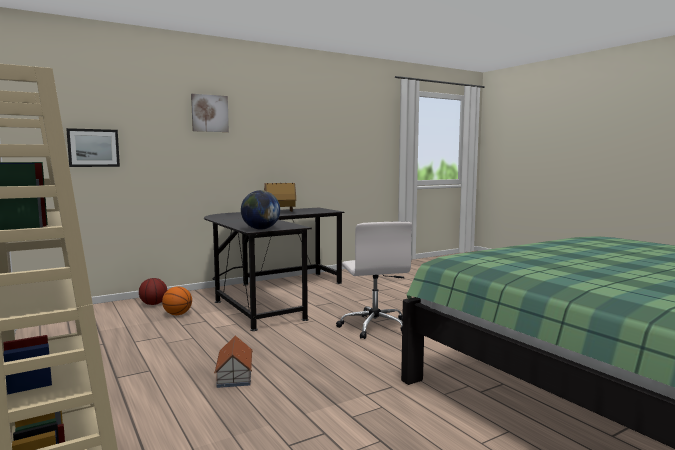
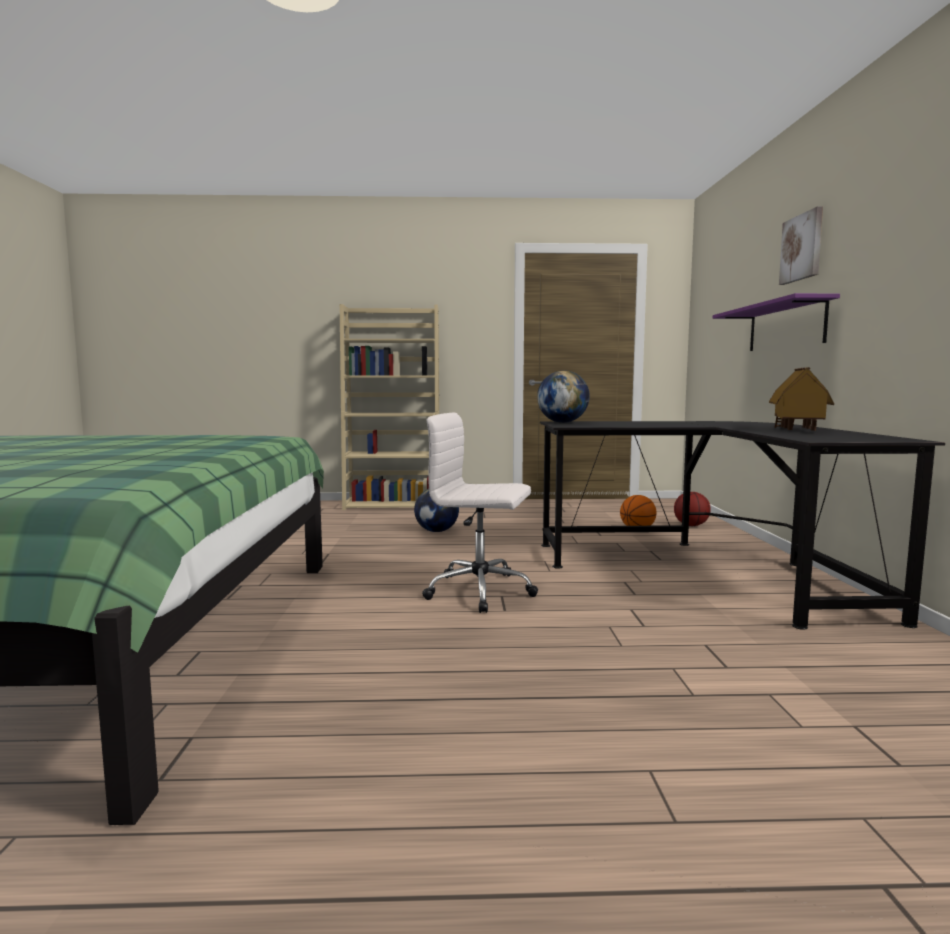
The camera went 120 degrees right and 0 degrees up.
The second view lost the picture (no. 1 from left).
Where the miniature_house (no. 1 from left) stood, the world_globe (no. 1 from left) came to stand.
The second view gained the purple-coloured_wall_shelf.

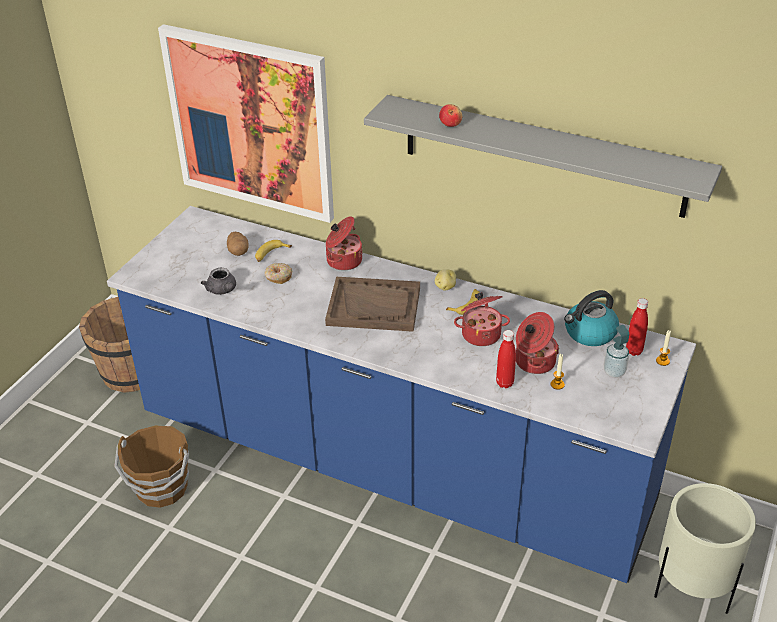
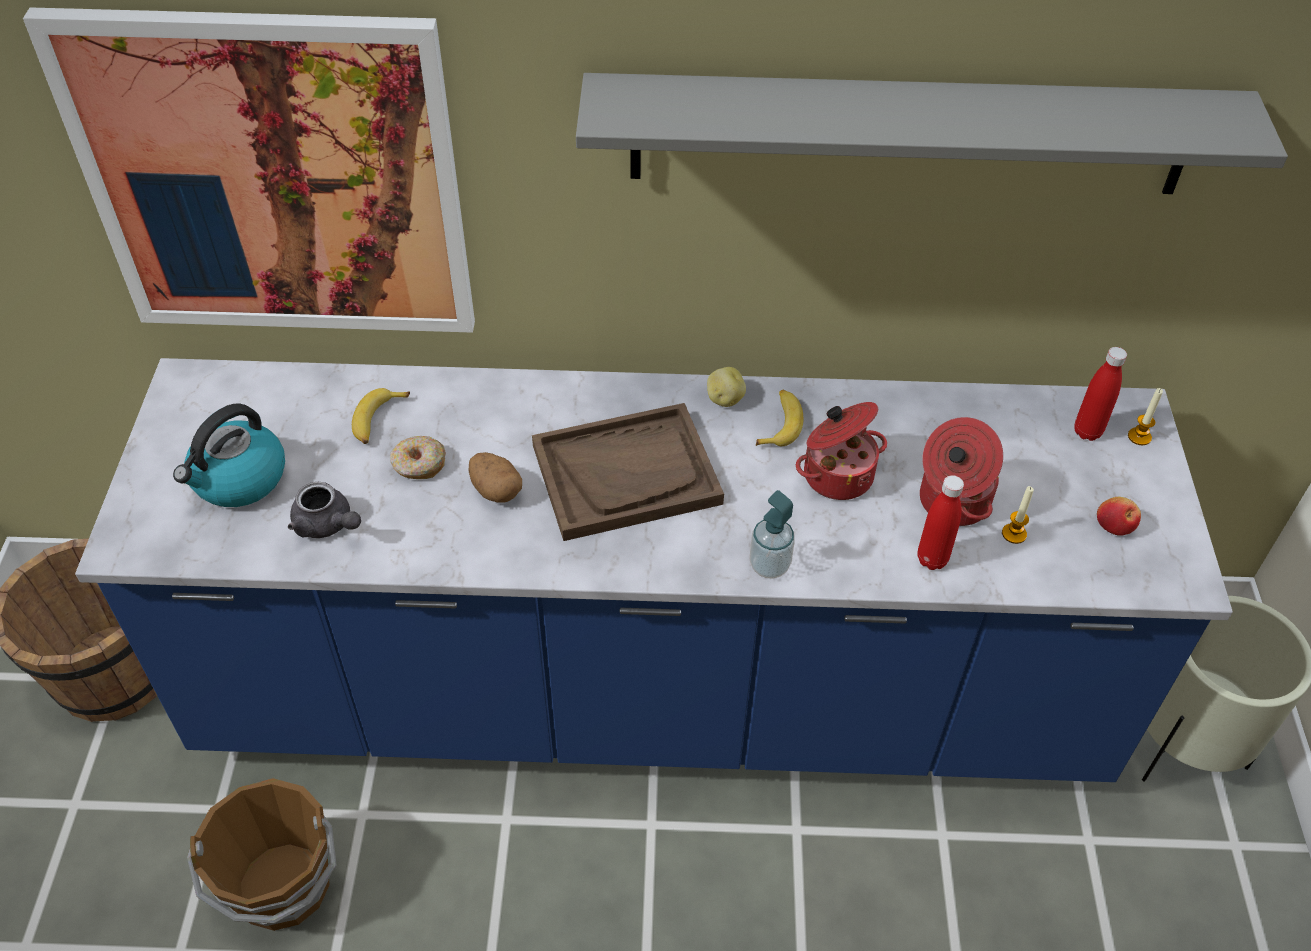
The camera went 25 degrees left and 10 degrees up.
The apple_fruit ended up elsewhere.
The second view lost the stockpot (no. 1 from left).
The potato (no. 1 from left) ended up elsewhere.
The kettle ended up elsewhere.
The liquid_soap_bottle ended up elsewhere.

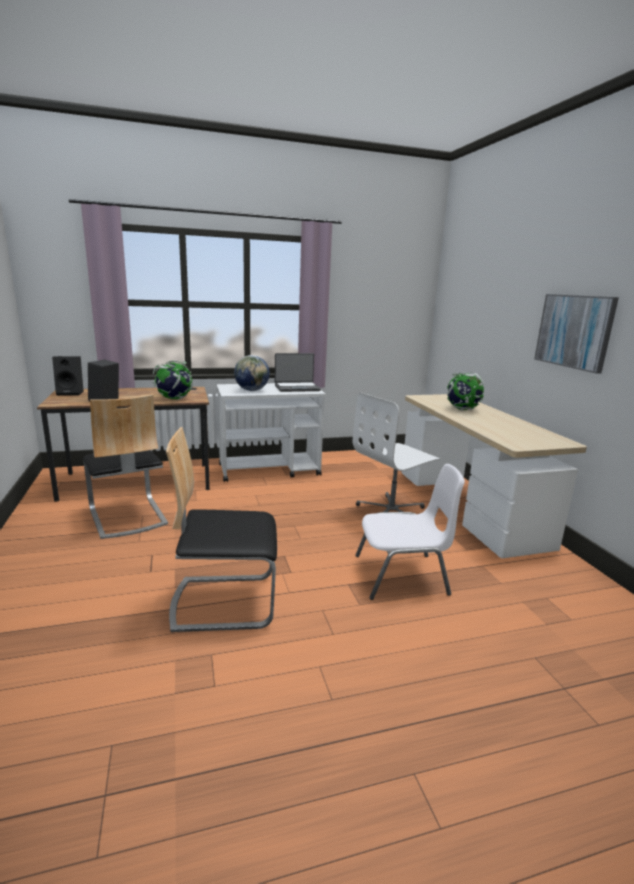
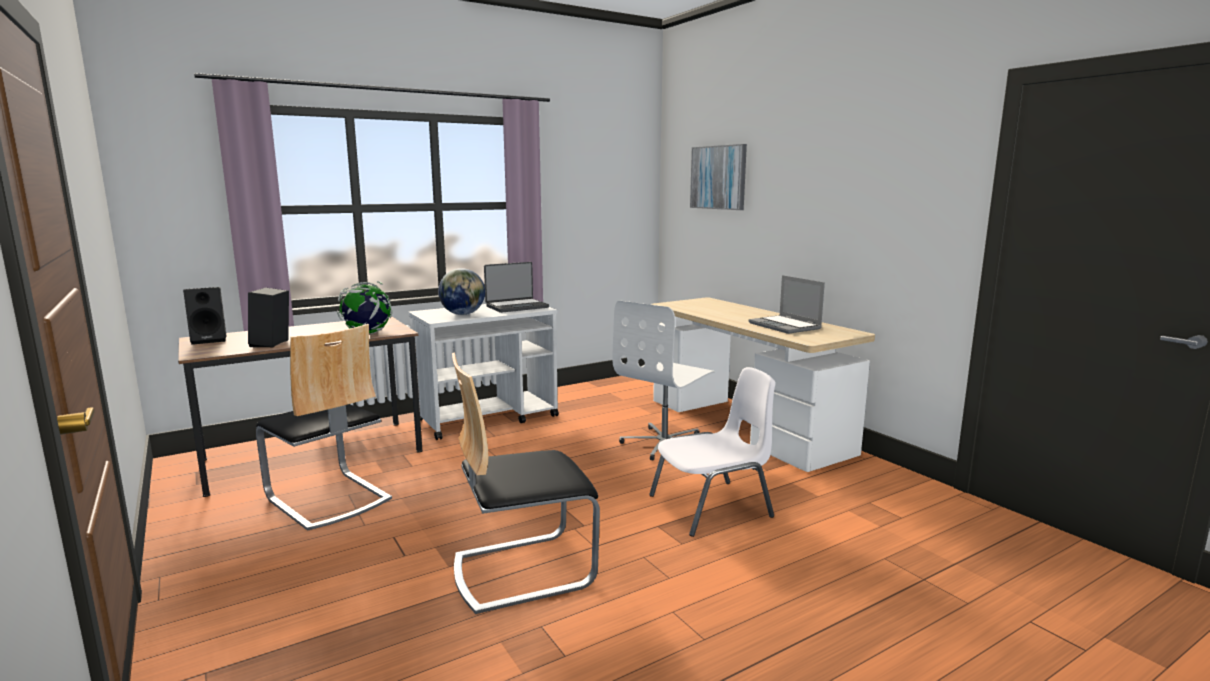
The camera went 15 degrees left and 5 degrees down.
The picture ended up elsewhere.
The second view lost the world_globe (no. 3 from left).
The second view gained the notebook_computer (no. 2 from left).

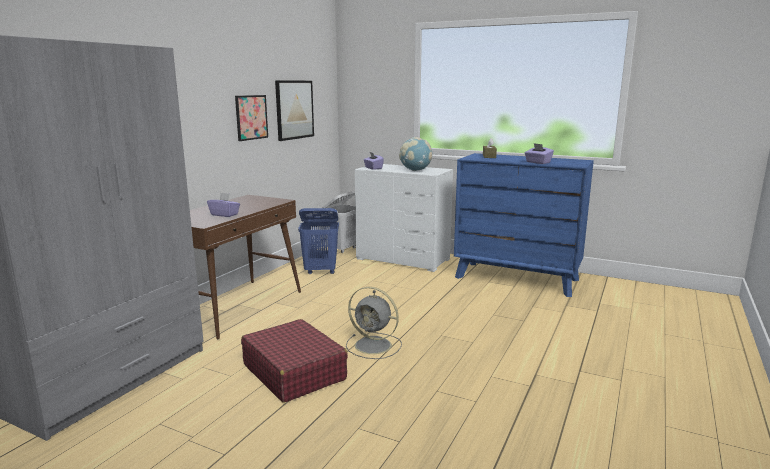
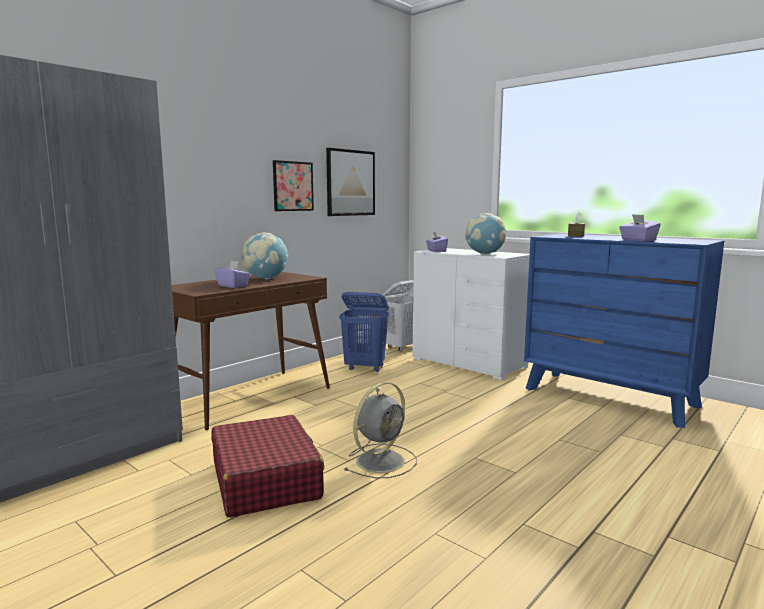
The camera went 15 degrees right and 5 degrees down.
The greyish_fan ended up facing another way, 90 degrees counterclockwise from before.
The second view gained the world_globe (no. 1 from left).

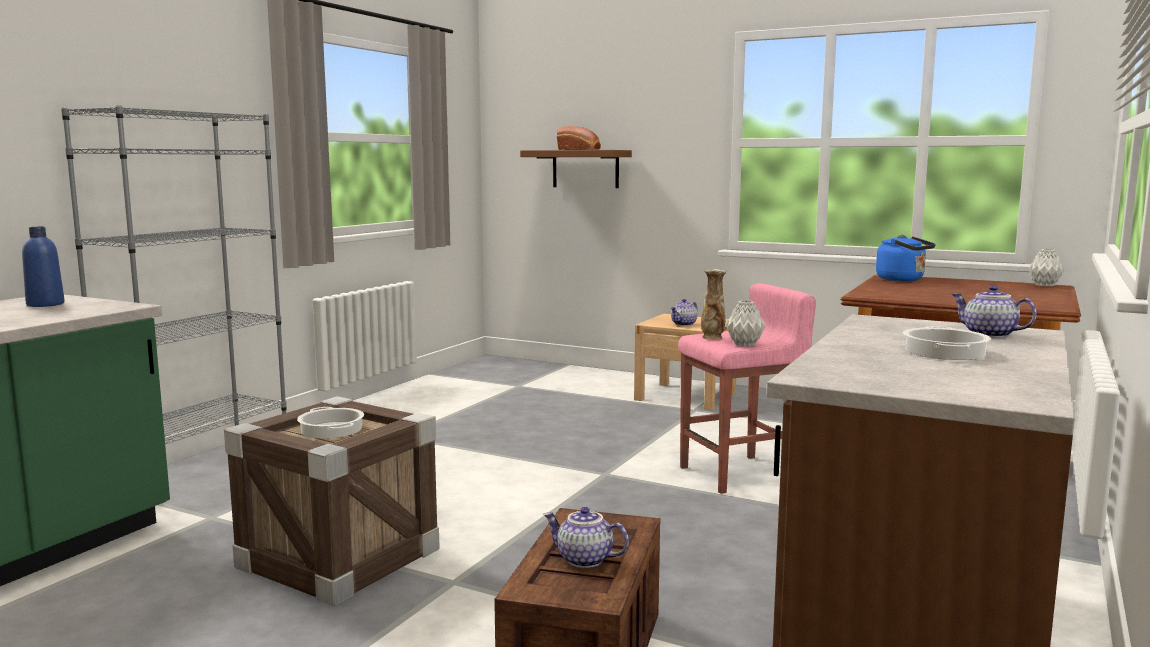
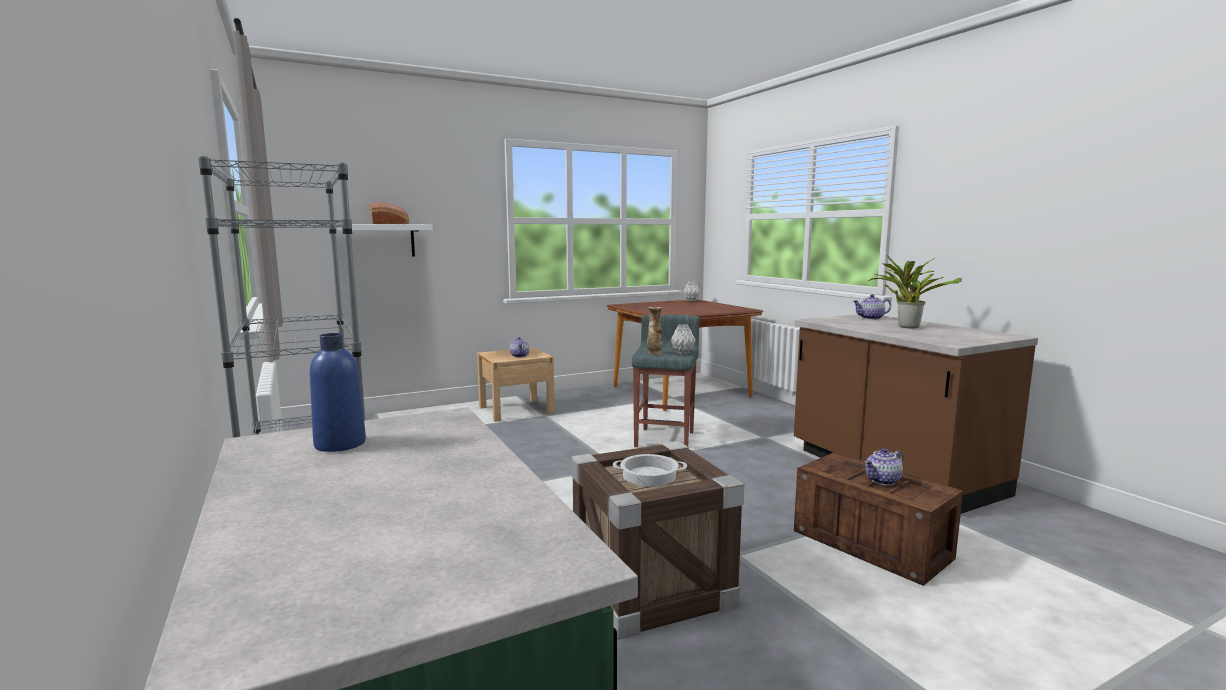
The camera went 55 degrees left and 0 degrees up.
What was the brown-coloured_wall_shelf turned into the white-coloured_wall_shelf.
The second view lost the blue_kettle.
What was the pink_stool_seat turned into the greyish_stool_seat.
Where the stockpot (no. 2 from left) stood, the potted_plant came to stand.

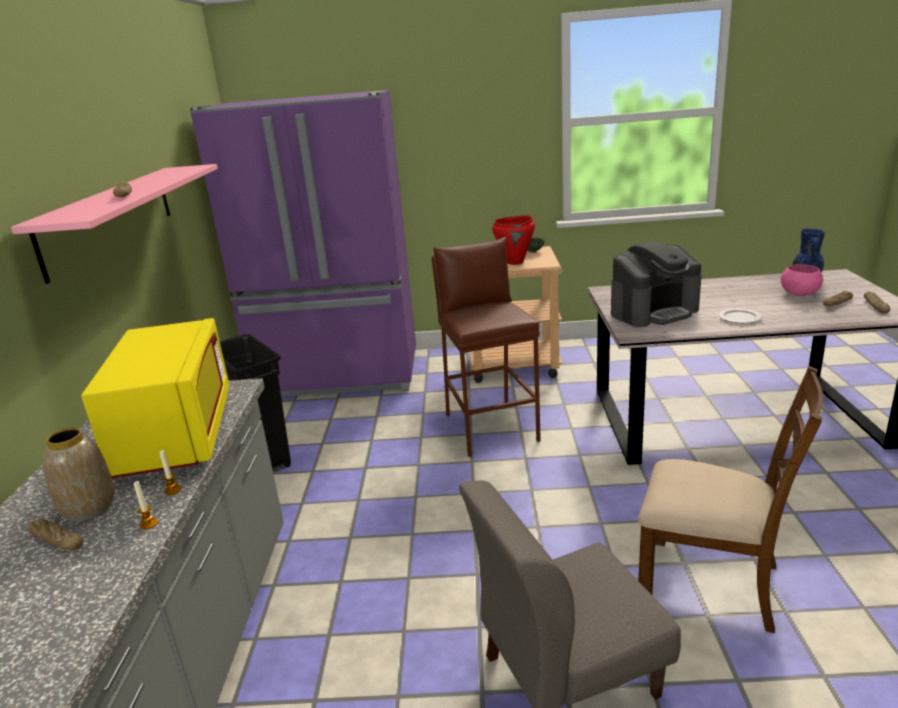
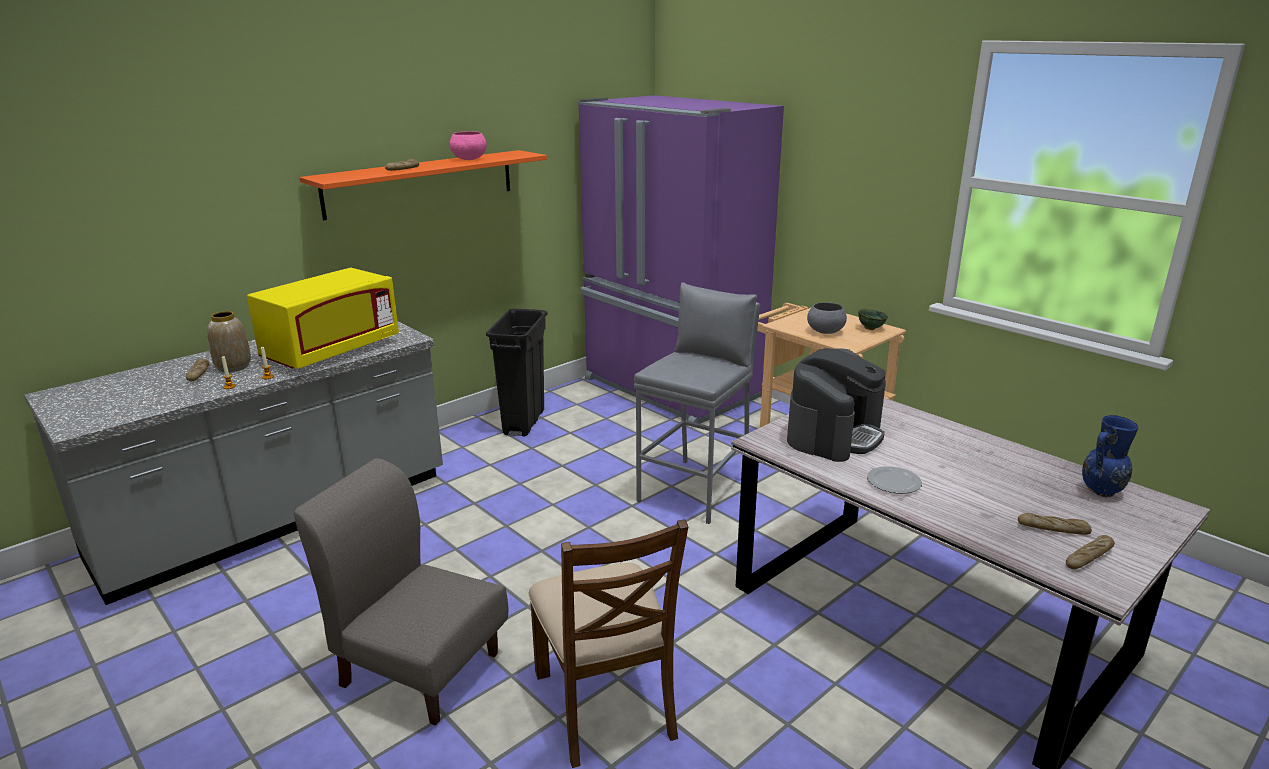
The camera went 45 degrees right and 0 degrees up.
What was the pink_wall_shelf turned into the orangey_wall_shelf.
Where the reddish_stockpot stood, the greyish_bowl came to stand.
What was the brown-coloured_stool_seat turned into the greyish_stool_seat.
The coffee_maker ended up facing another way, 75 degrees counterclockwise from before.
The pink_bowl ended up elsewhere.

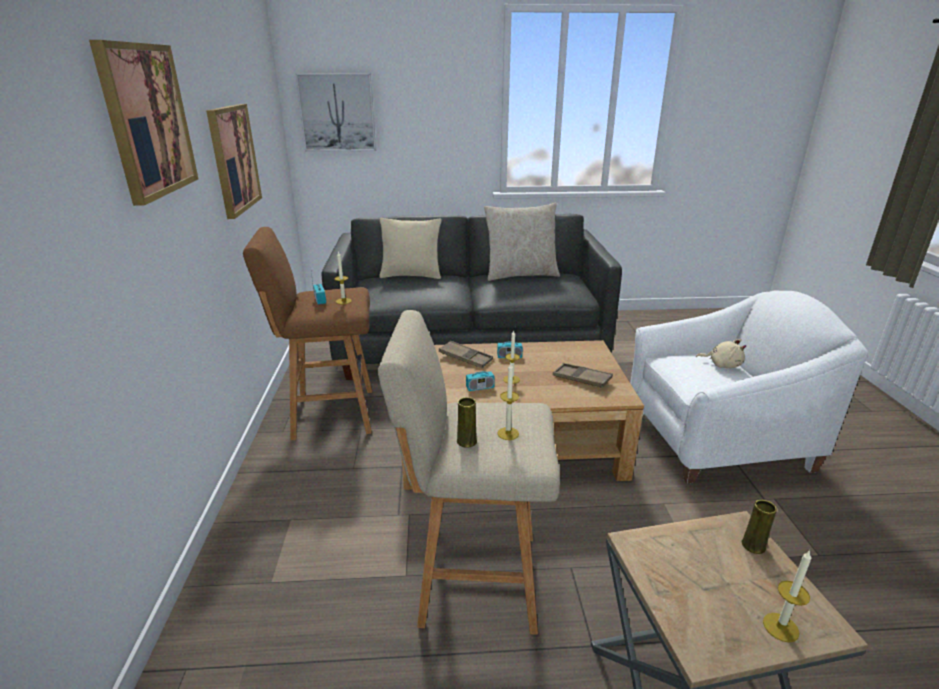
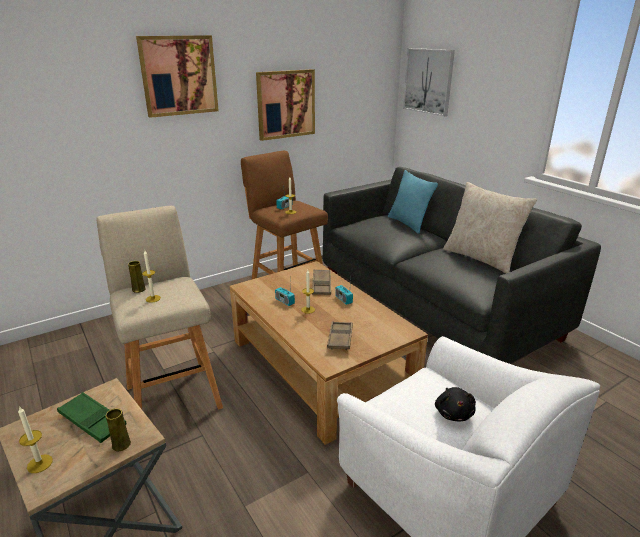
The camera went 60 degrees right and 0 degrees up.
What was the beige_throw_pillow (no. 1 from left) turned into the turquoise_throw_pillow.
What was the beige_cuddly_toy turned into the blackish_cuddly_toy.
The second view gained the green-coloured_serving_tray.

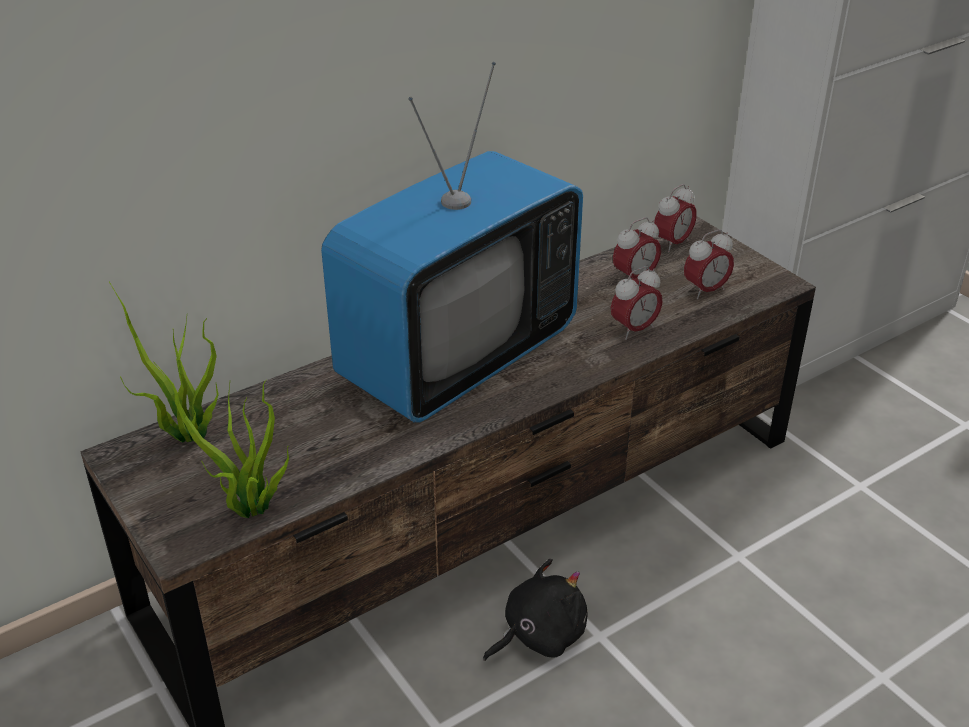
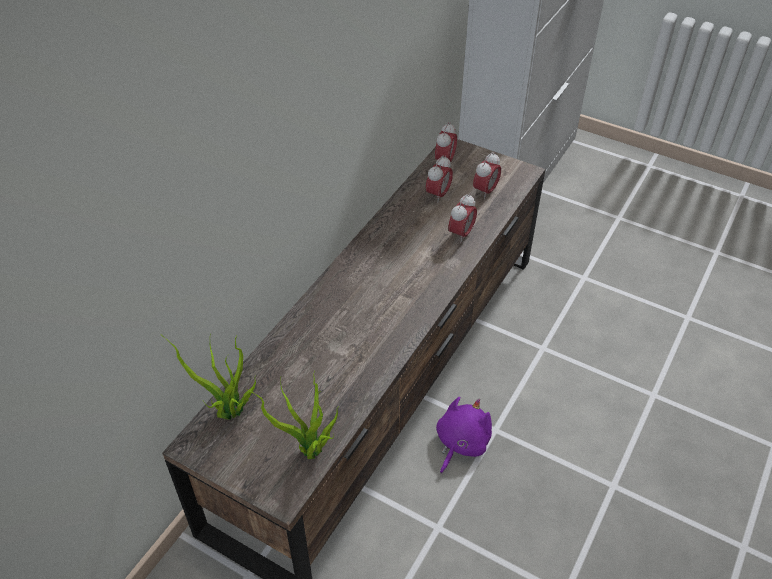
The camera went 25 degrees left and 10 degrees up.
The second view lost the TV.
What was the blackish_cuddly_toy turned into the purple-coloured_cuddly_toy.

